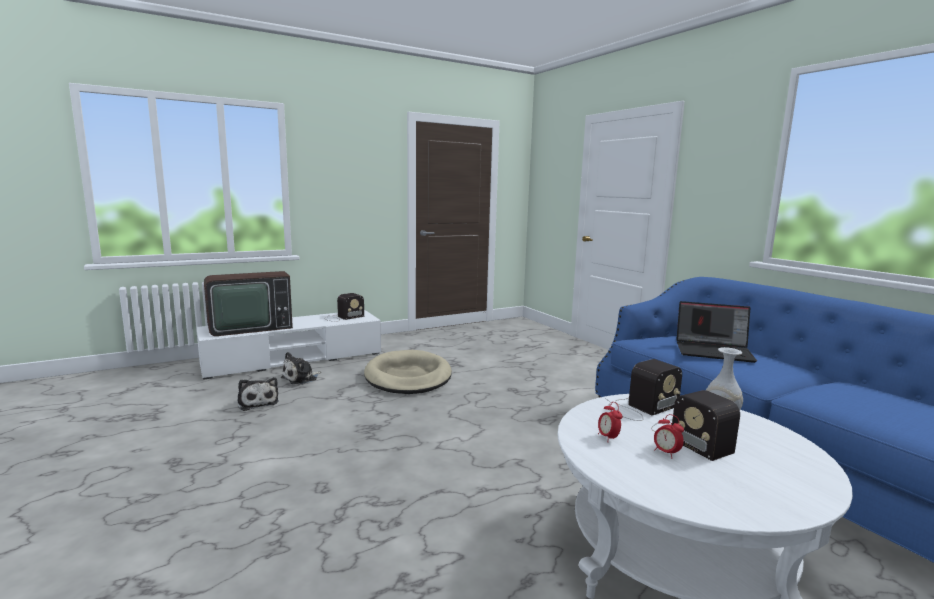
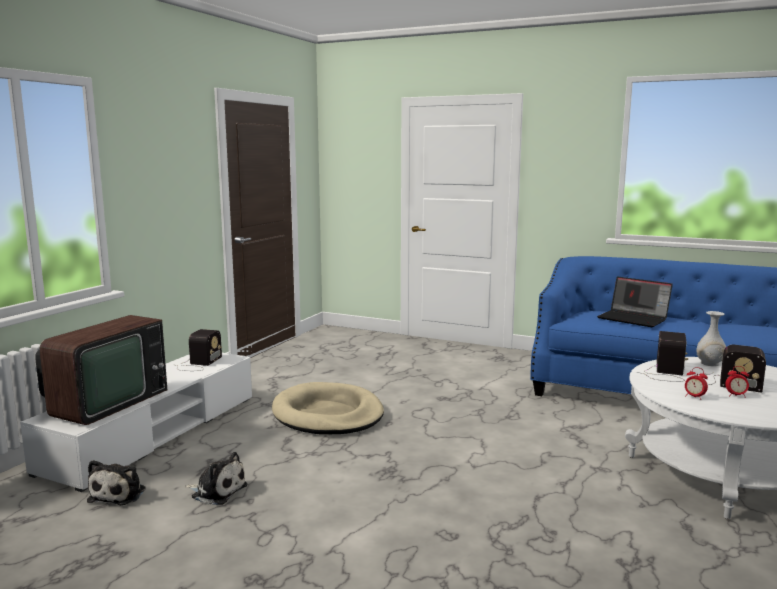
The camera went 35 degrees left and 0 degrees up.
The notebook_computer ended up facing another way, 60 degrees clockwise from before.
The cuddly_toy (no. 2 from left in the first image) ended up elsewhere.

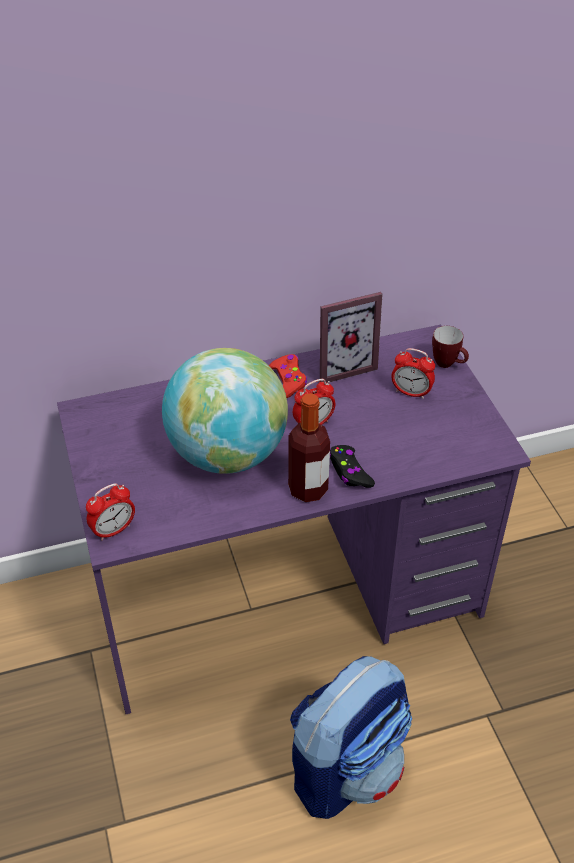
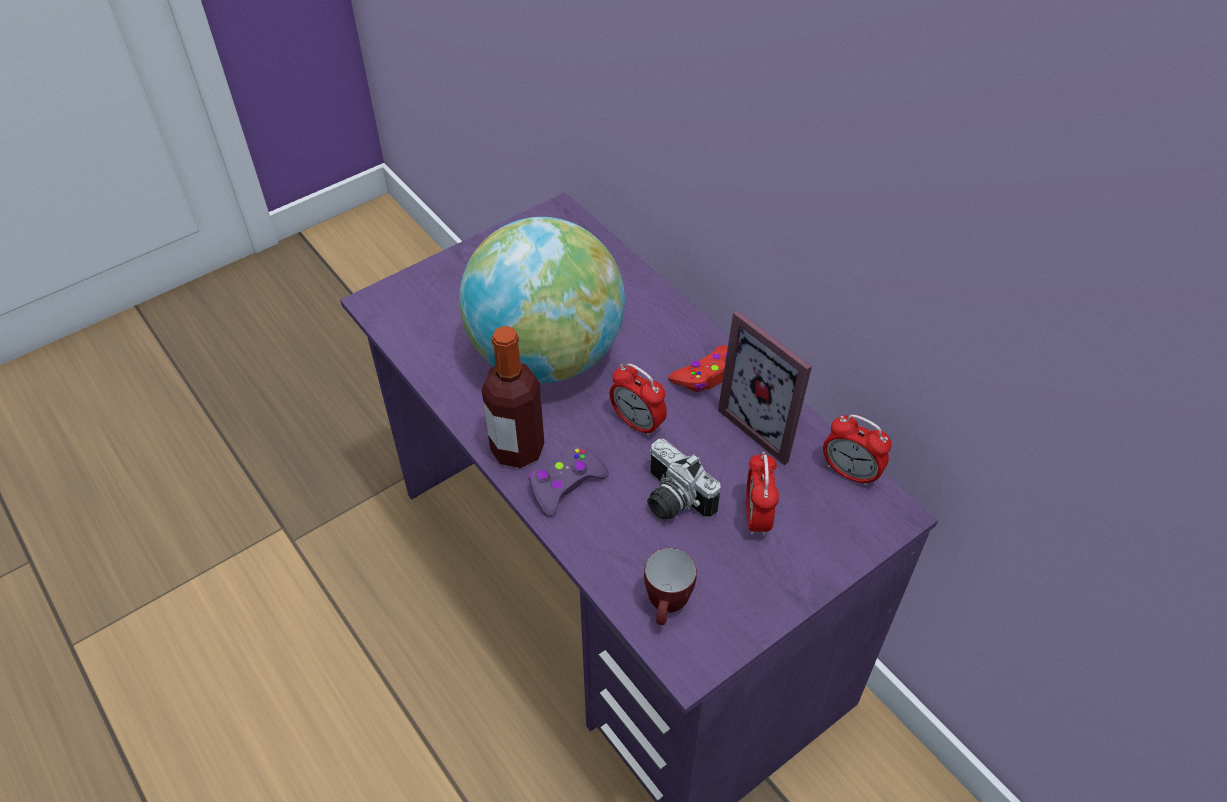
The camera went 70 degrees right and 5 degrees up.
The tea_mug ended up elsewhere.
What was the blackish_joypad turned into the purple-coloured_joypad.
The alarm_clock (no. 1 from left in the first image) ended up elsewhere.
The second view lost the backpack.
The second view gained the still_camera.

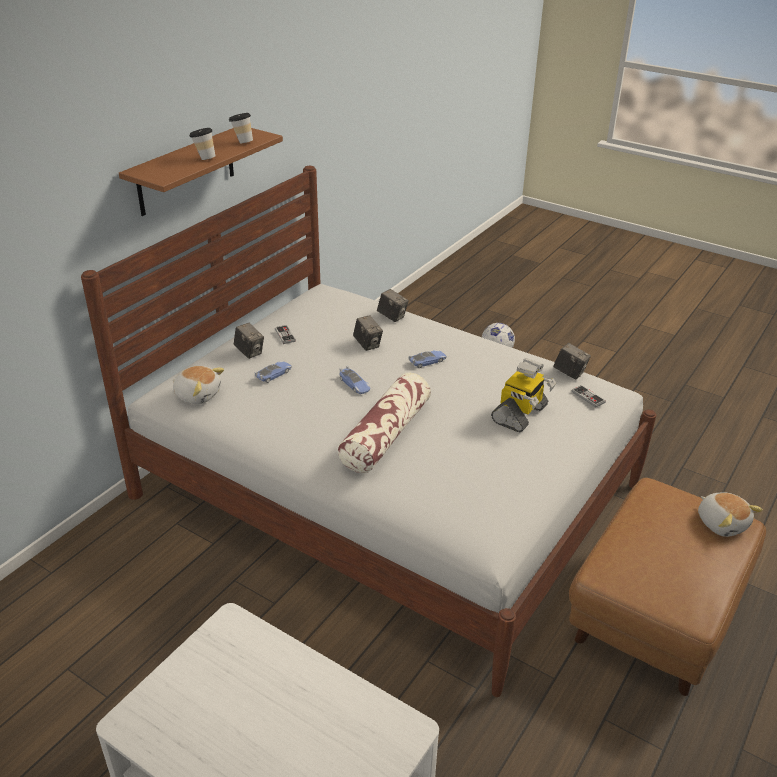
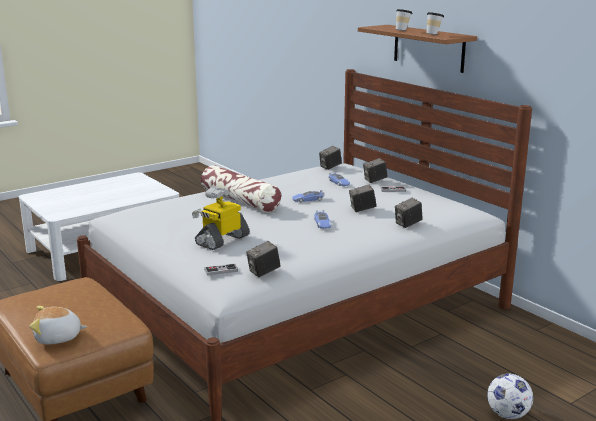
The camera went 110 degrees right and 15 degrees down.
The model_robot ended up facing another way, 75 degrees clockwise from before.
Where the cuddly_toy (no. 1 from left) stood, the still_camera (no. 2 from left) came to stand.

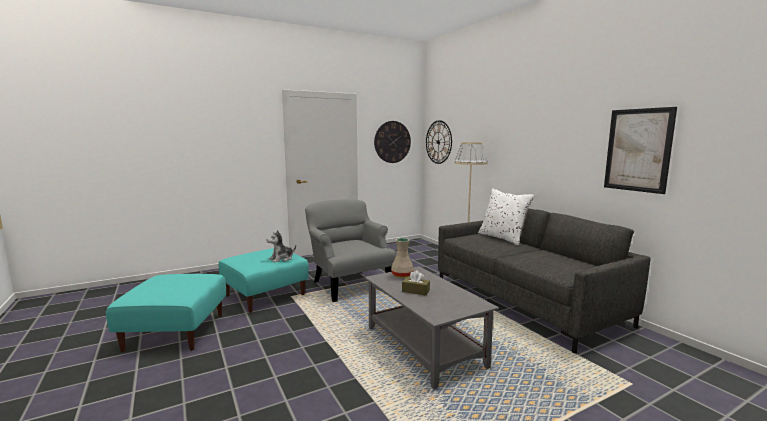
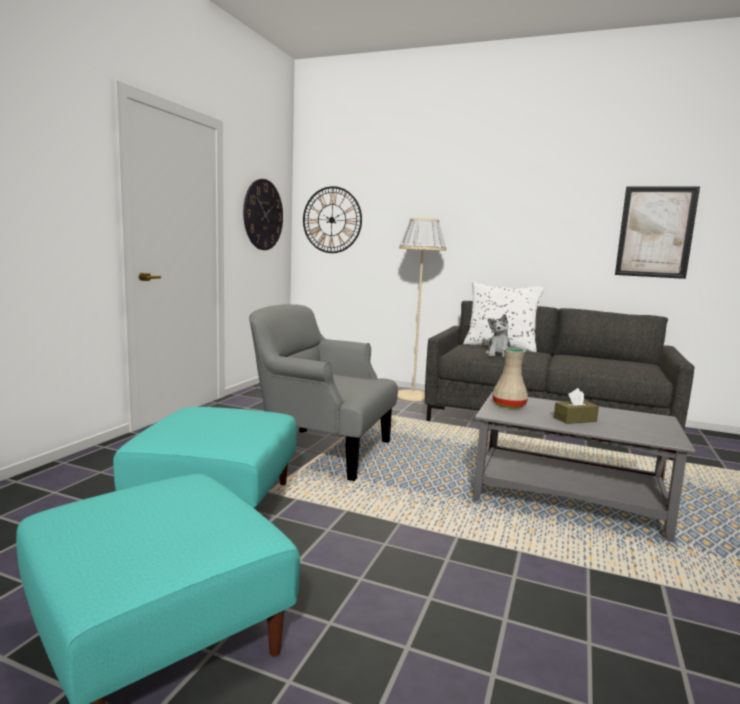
The camera went 40 degrees left and 0 degrees up.
The cuddly_toy ended up elsewhere.

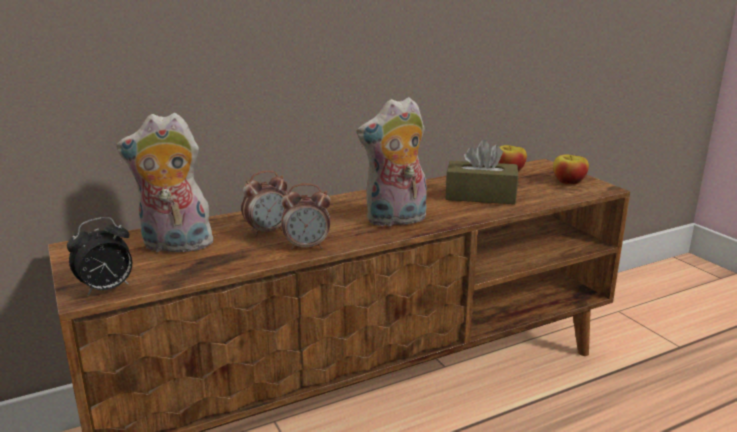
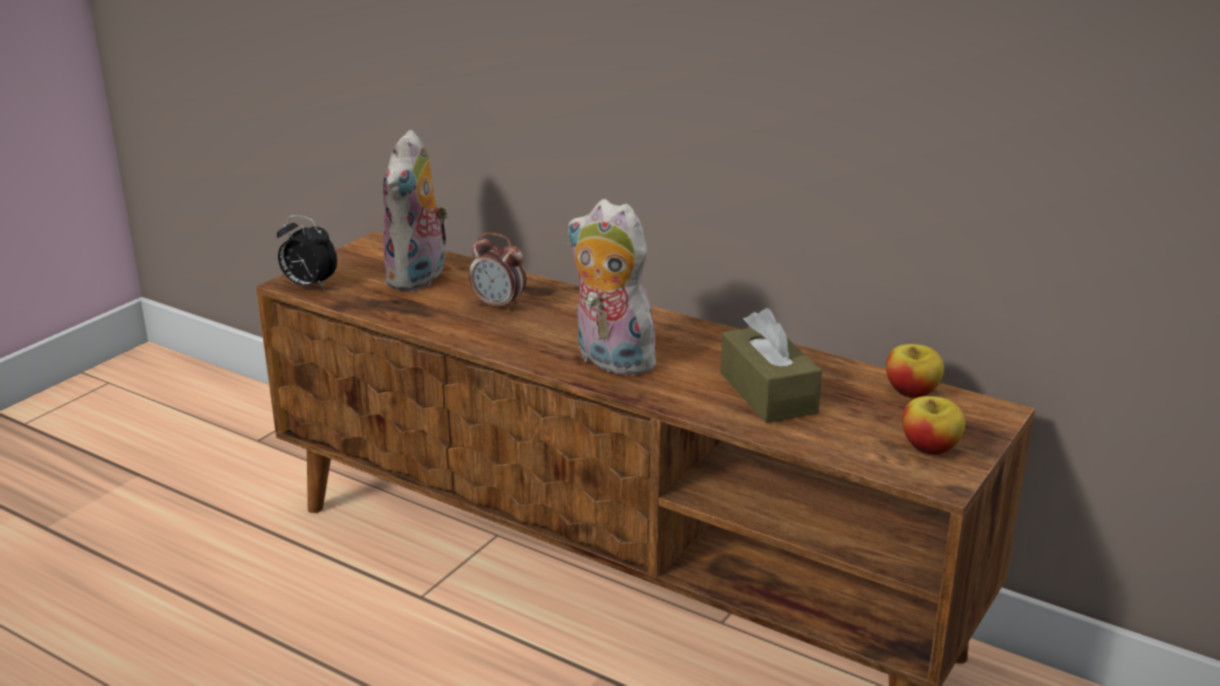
The camera went 60 degrees right and 5 degrees up.
The cuddly_toy (no. 1 from left) ended up facing another way, 135 degrees counterclockwise from before.
The second view lost the alarm_clock (no. 3 from left).

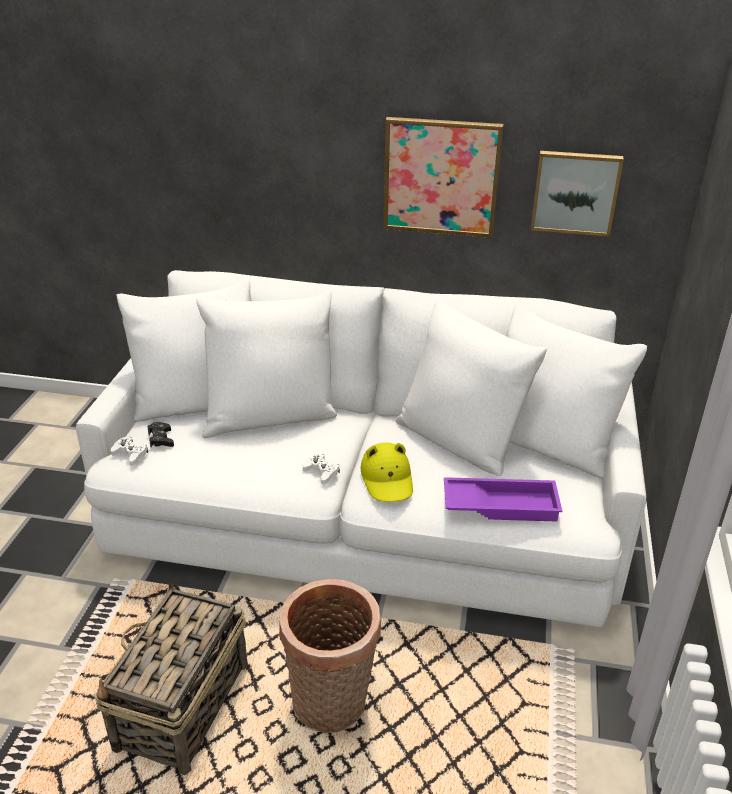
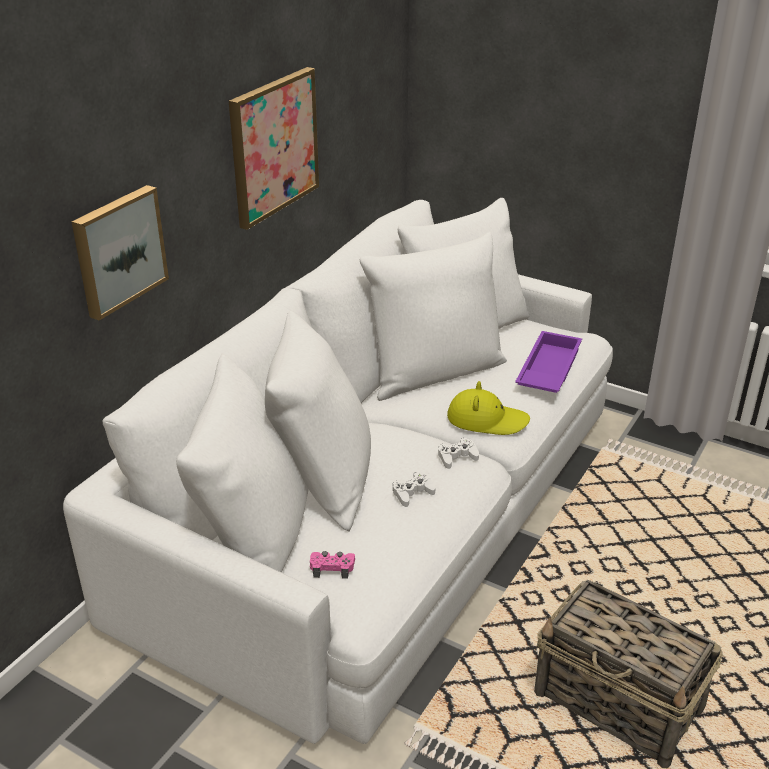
The camera went 70 degrees left and 0 degrees up.
The picture (no. 2 from left in the first image) ended up elsewhere.
What was the blackish_joypad turned into the pink_joypad.
The white-coloured_joypad (no. 1 from left) ended up elsewhere.
The second view lost the household_basket (no. 2 from left).

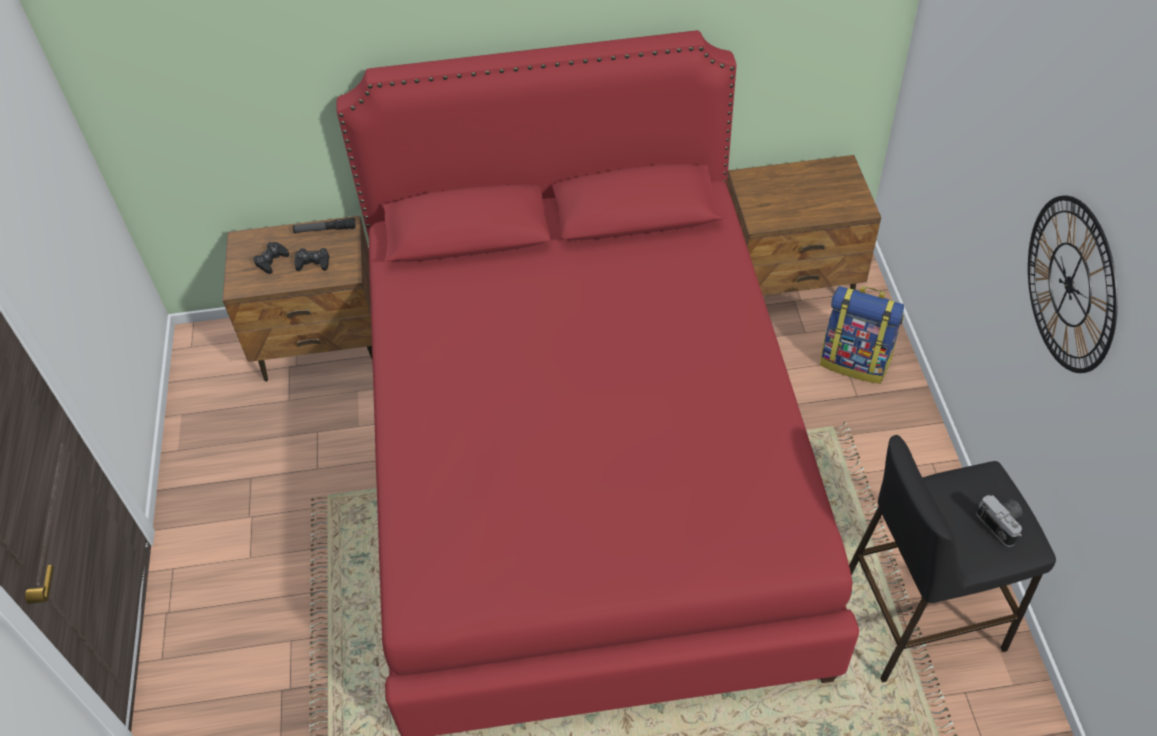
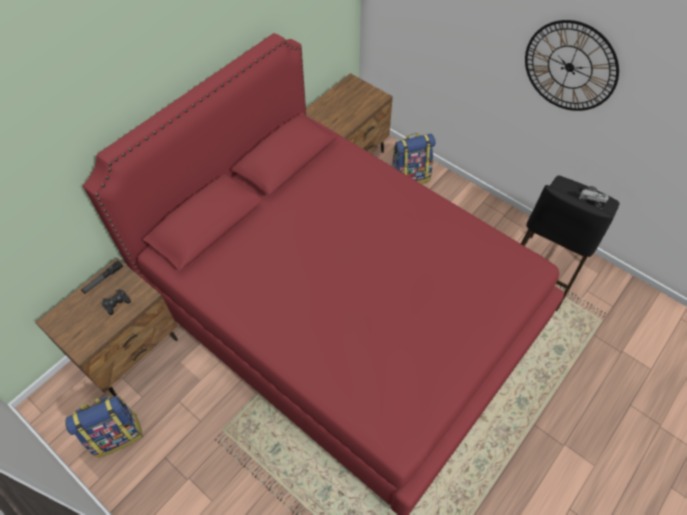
The camera went 45 degrees left and 5 degrees up.
The second view lost the blackish_joypad (no. 1 from left).
The second view gained the backpack (no. 1 from left).

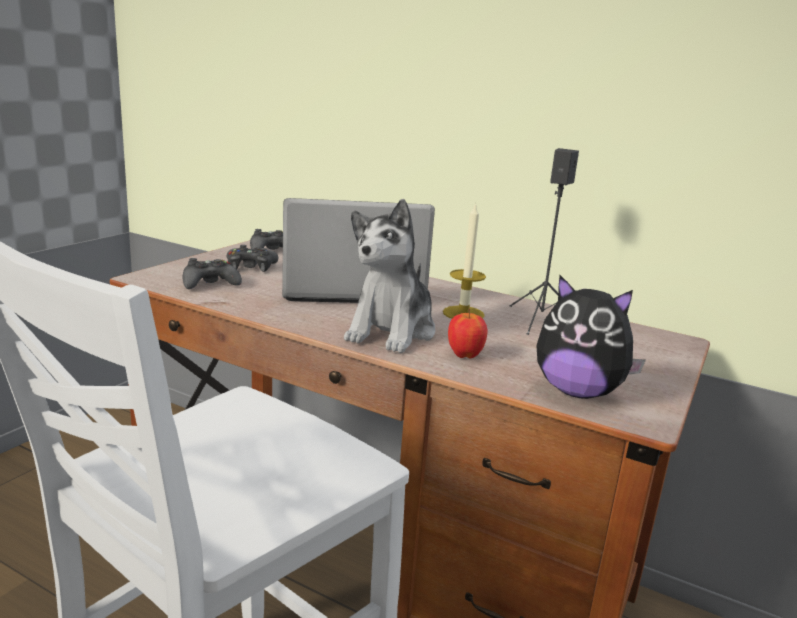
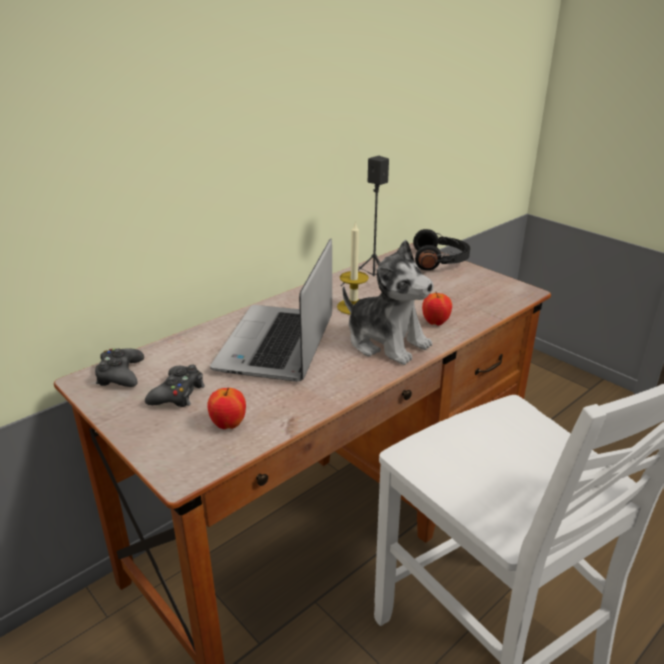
The camera went 70 degrees left and 10 degrees up.
Where the blackish_joypad (no. 1 from left) stood, the apple_fruit (no. 1 from left) came to stand.
The second view lost the cuddly_toy (no. 2 from left).
The second view gained the blackish_headset.

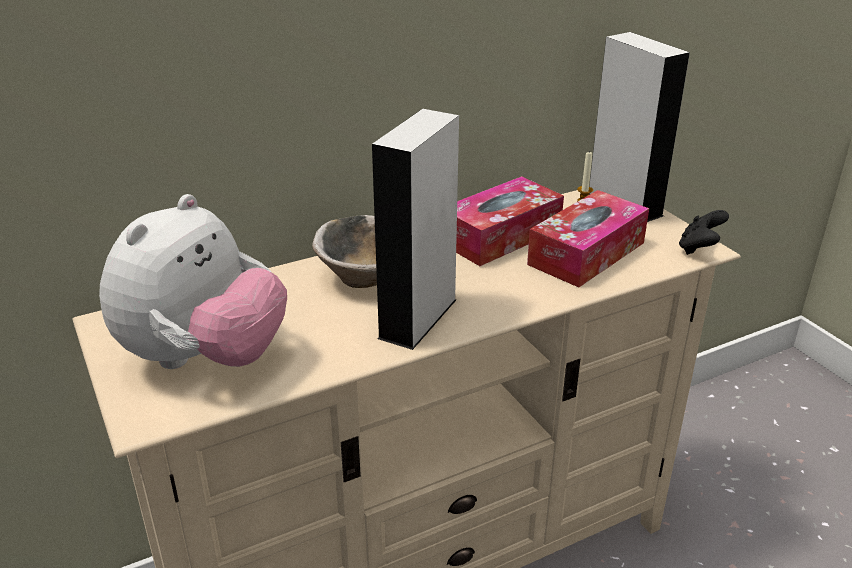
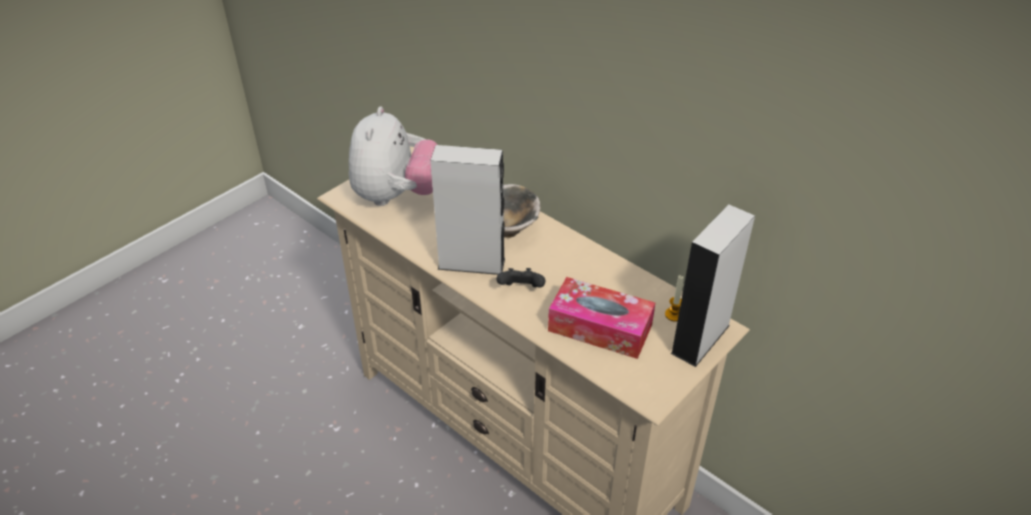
The camera went 70 degrees right and 10 degrees up.
The second view lost the box_of_tissues (no. 1 from left).
The cuddly_toy ended up facing another way, 90 degrees counterclockwise from before.
The blackish_joypad ended up elsewhere.

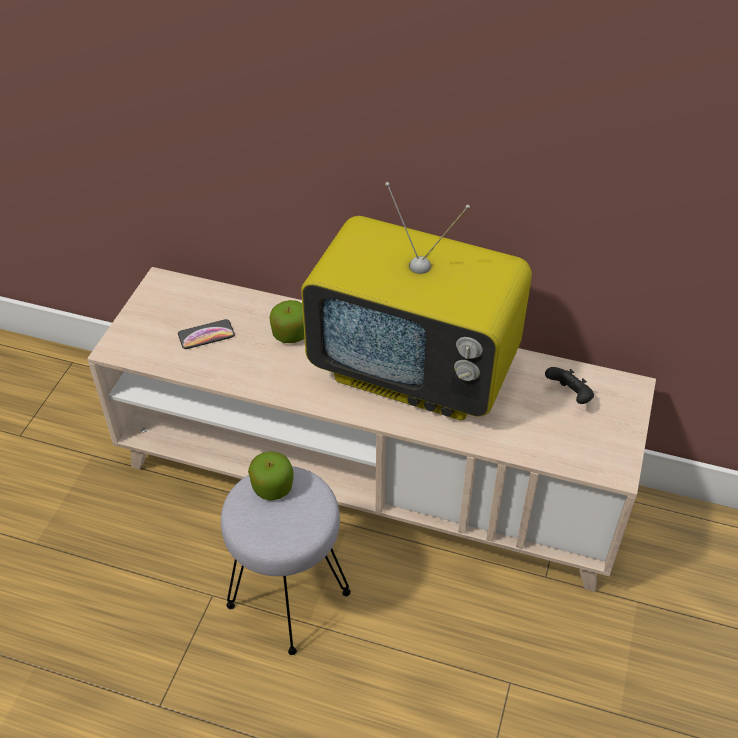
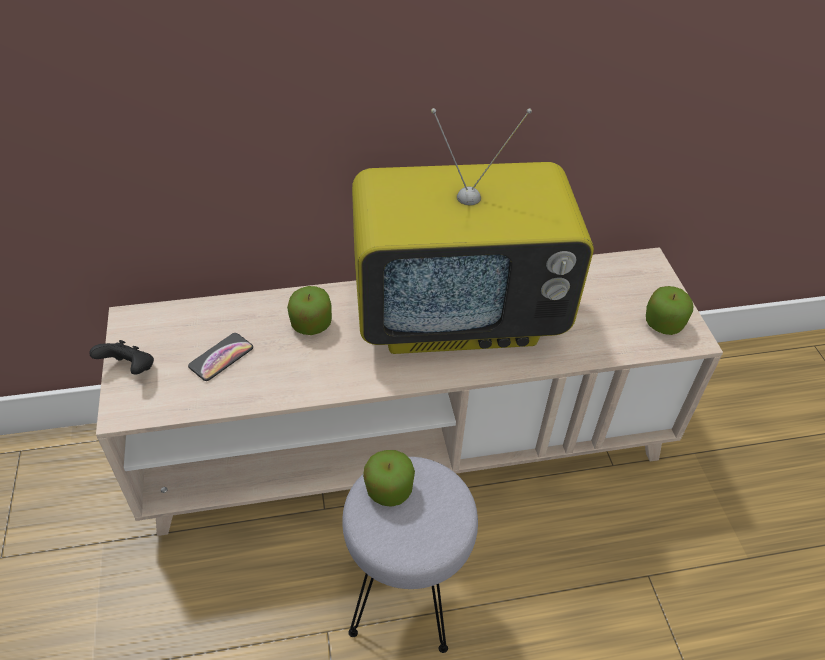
The camera went 30 degrees left and 0 degrees up.
The blackish_joypad ended up elsewhere.
The second view gained the apple_fruit (no. 3 from left).

